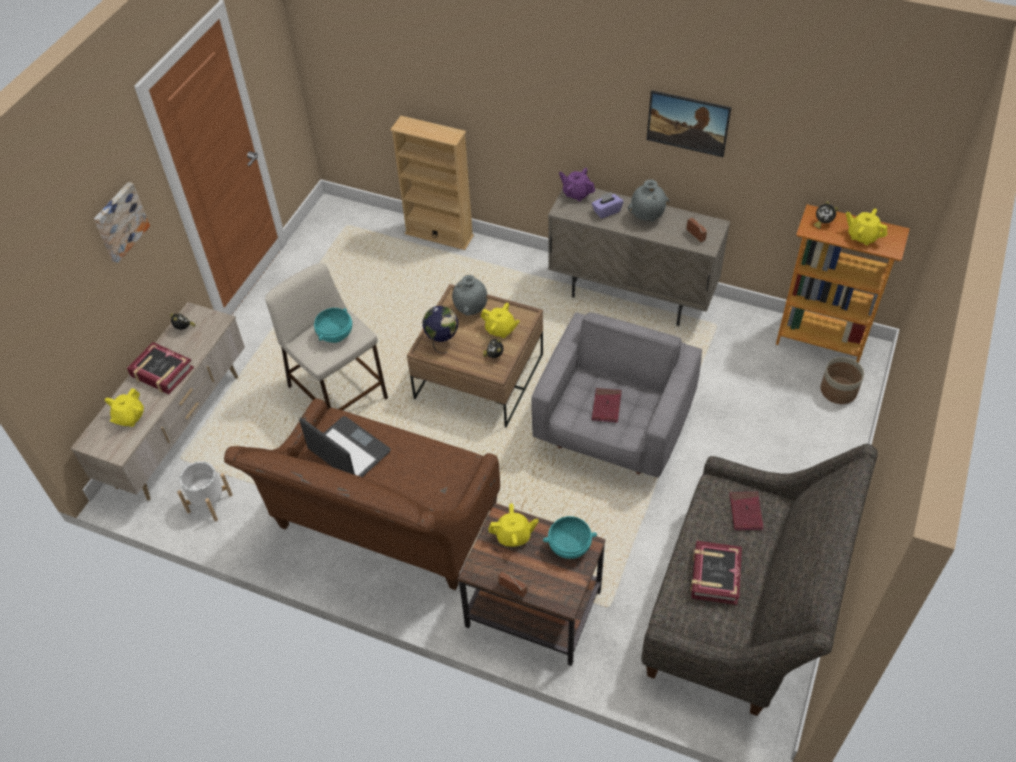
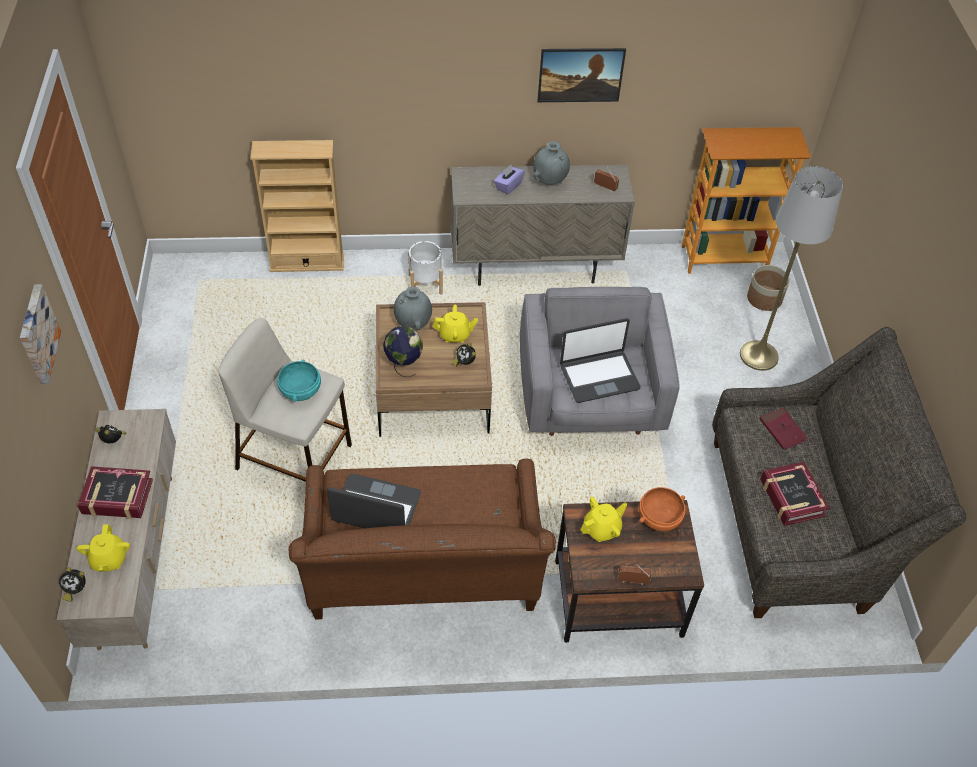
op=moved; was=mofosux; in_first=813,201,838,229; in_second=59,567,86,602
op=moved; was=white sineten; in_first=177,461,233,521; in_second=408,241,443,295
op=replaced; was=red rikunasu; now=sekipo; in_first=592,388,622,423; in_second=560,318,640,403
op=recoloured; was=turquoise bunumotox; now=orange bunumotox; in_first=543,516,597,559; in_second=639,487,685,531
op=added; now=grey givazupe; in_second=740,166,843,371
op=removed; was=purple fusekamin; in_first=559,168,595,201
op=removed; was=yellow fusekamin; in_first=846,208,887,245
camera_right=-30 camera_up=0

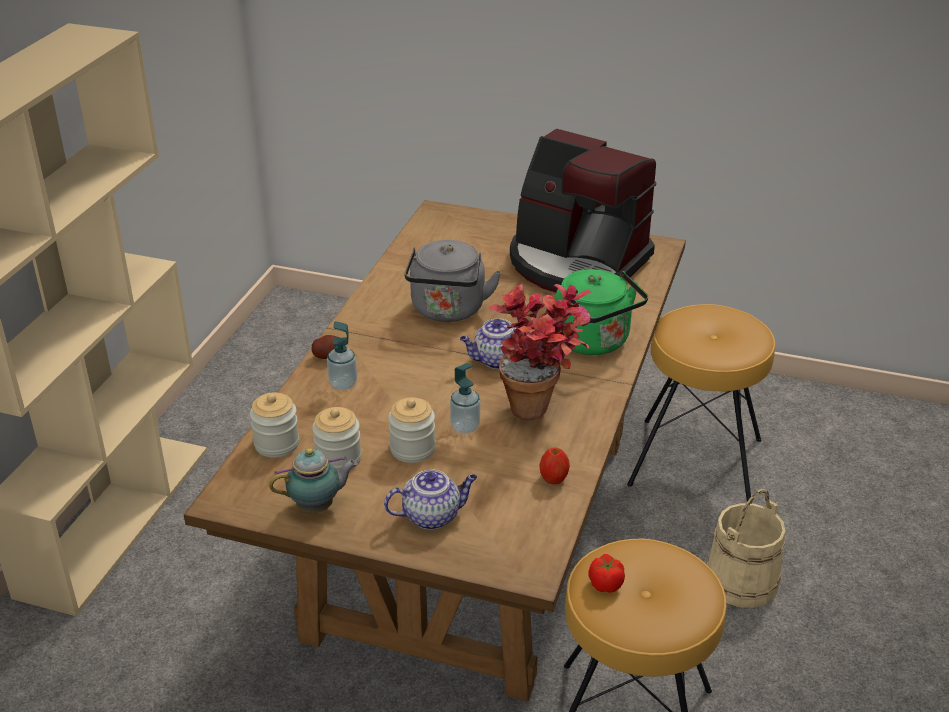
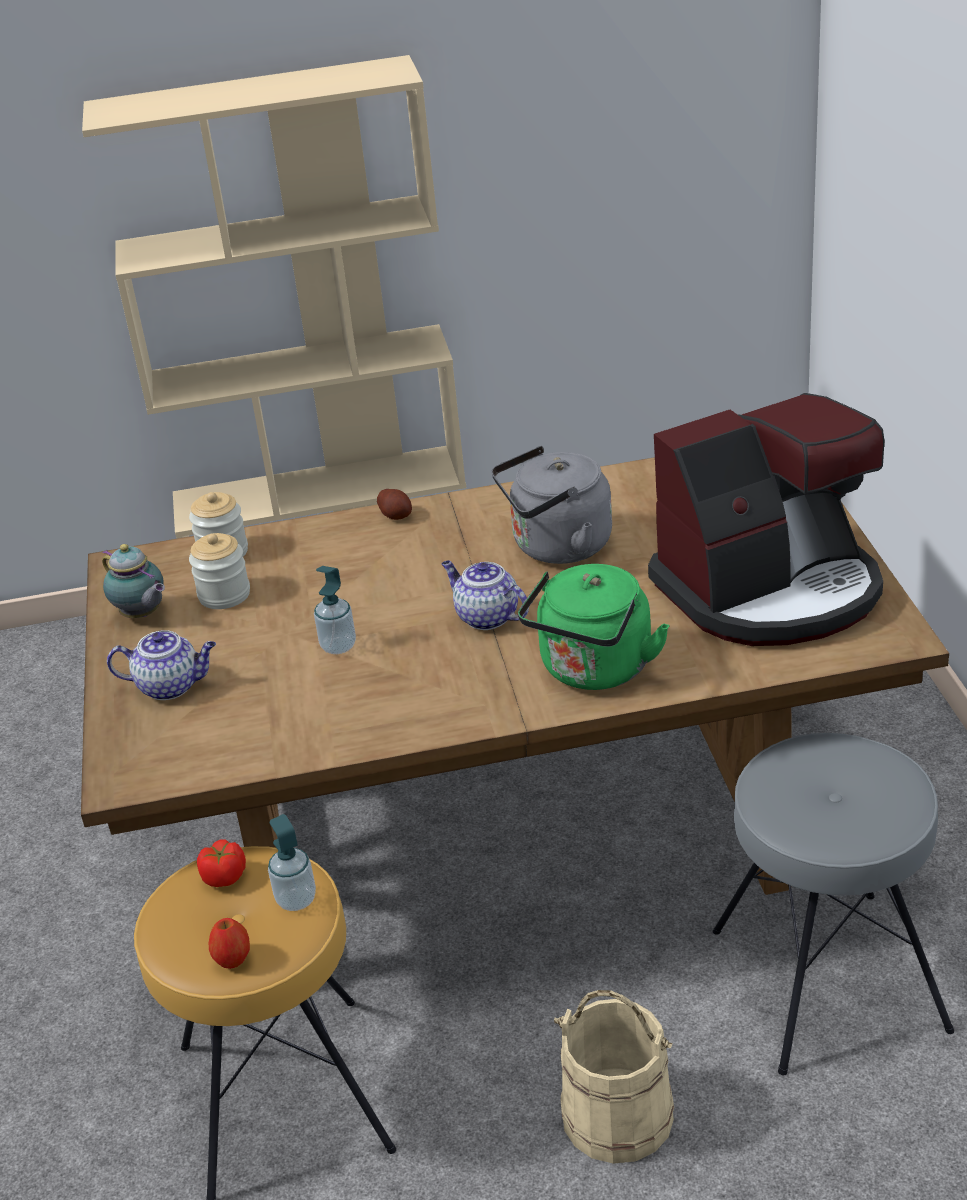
op=turned; was=fusekamin; in_first=384,469,477,530; in_second=107,630,216,700; clockwise=-45
op=moved; was=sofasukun; in_first=540,448,570,484; in_second=209,918,250,969
op=moved; was=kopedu; in_first=327,321,357,390; in_second=268,814,316,911
op=turned; was=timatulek; in_first=510,128,656,293; in_second=648,393,885,646; clockwise=-120
op=recoloured; was=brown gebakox; now=grey gebakox; in_first=627,304,775,503; in_second=712,733,954,1075
op=removed; was=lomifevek; in_first=388,397,436,463
op=removed; was=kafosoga; in_first=488,284,591,420
camera_right=65 camera_up=0

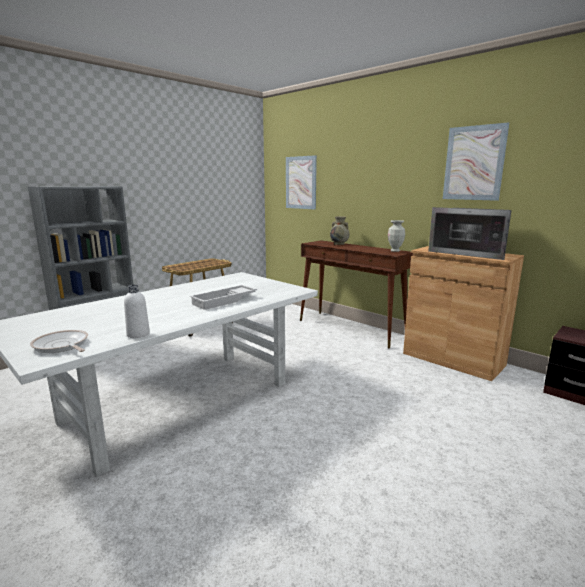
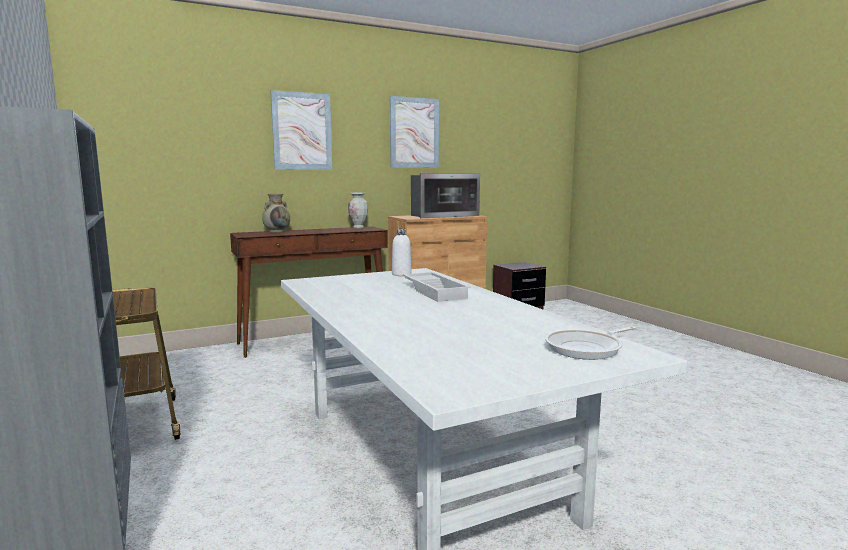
op=moved; was=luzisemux; in_first=286,155,317,210; in_second=270,90,332,170
op=moved; was=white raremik; in_first=124,284,150,338; in_second=392,229,412,276
camera_right=-70 camera_up=-5

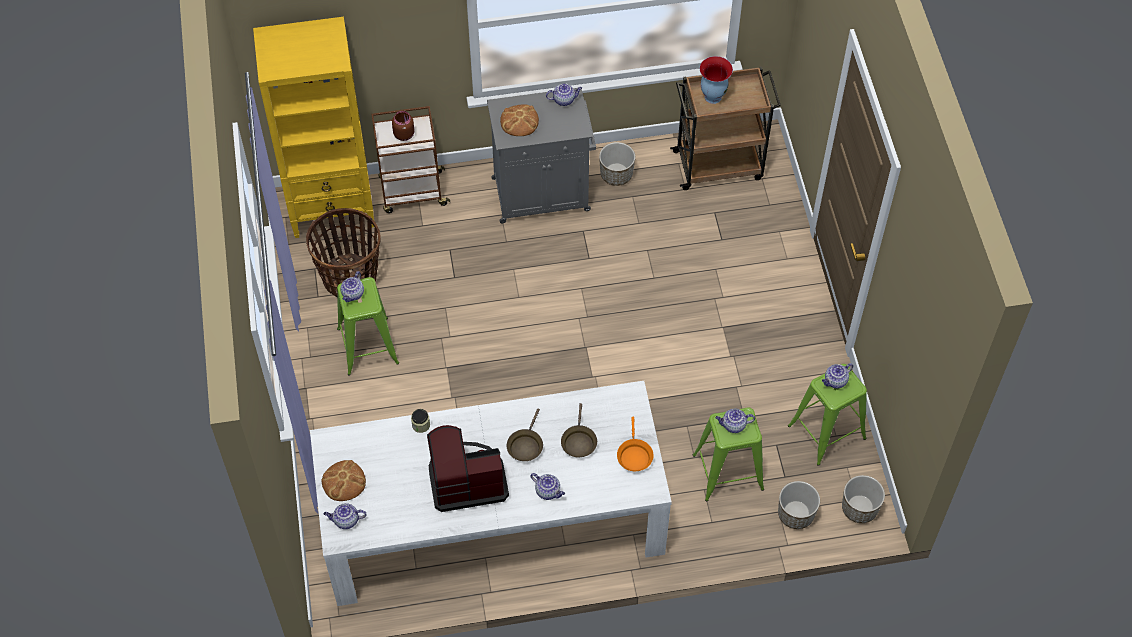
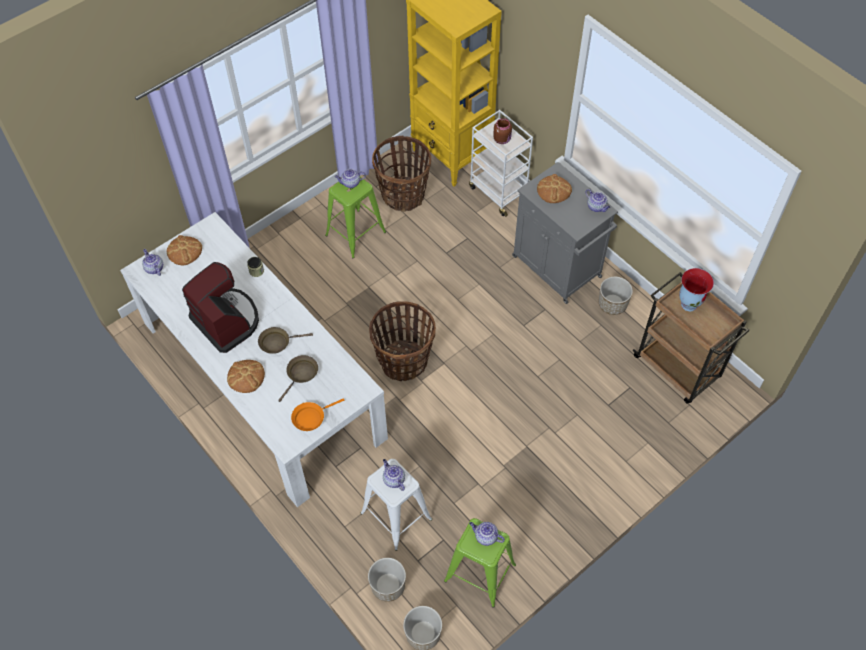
op=replaced; was=fusekamin; now=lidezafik; in_first=531,473,565,500; in_second=227,360,265,393
op=turned; was=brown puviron; in_first=561,403,597,457; in_second=278,355,318,402; clockwise=150
op=recoloured; was=green gebakox; now=white gebakox; in_first=693,407,764,501; in_second=361,459,432,551
op=added; now=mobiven; in_second=369,301,436,382
op=recoloured; was=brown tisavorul; now=white tisavorul; in_first=371,106,450,213; in_second=469,110,533,217
camera_right=60 camera_up=0

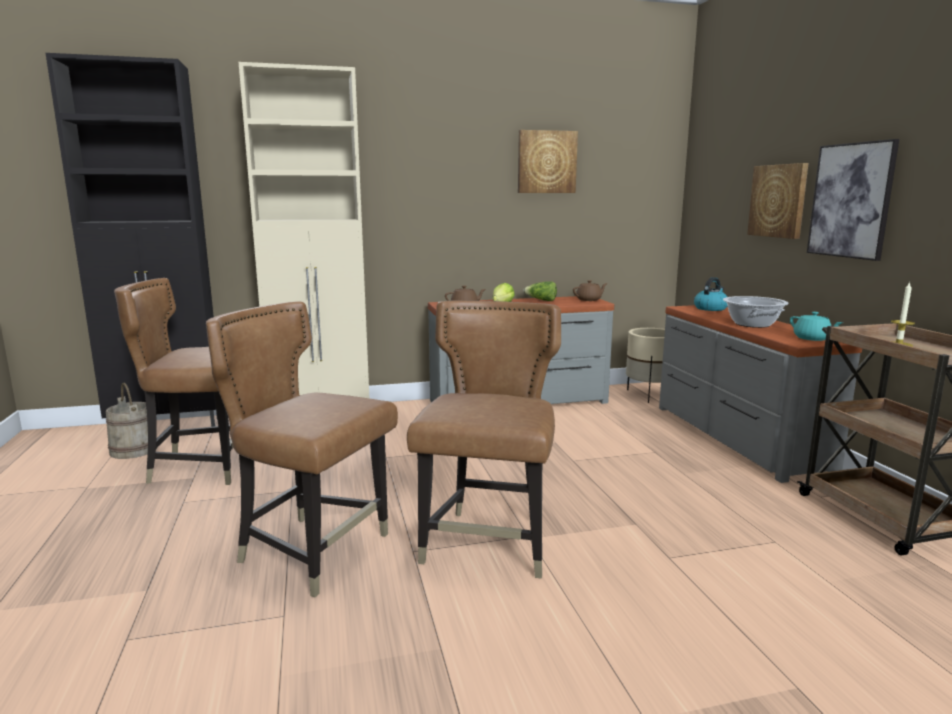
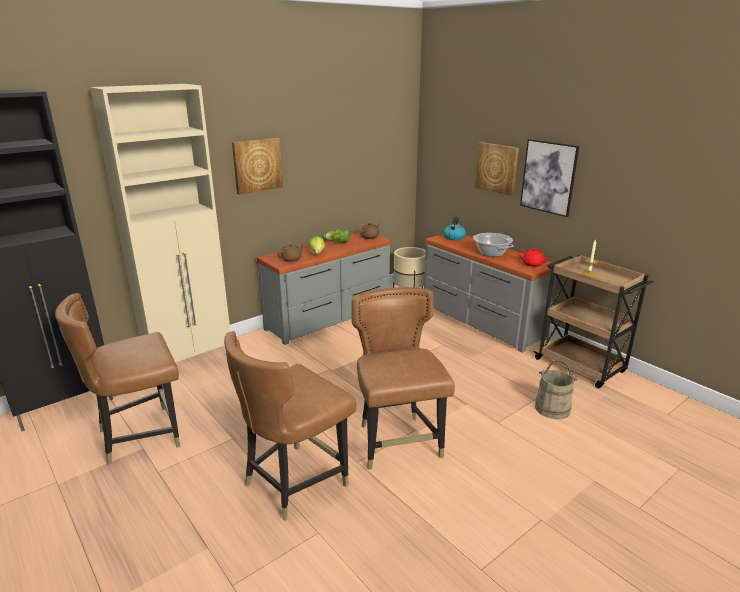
op=turned; was=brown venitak; in_first=206,301,398,597; in_second=224,331,356,521; clockwise=-45
op=moved; was=luzisemux; in_first=518,130,578,193; in_second=232,138,283,194
op=recoloured; was=turquoise fusekamin; now=red fusekamin; in_first=790,312,843,341; in_second=518,248,552,267
op=moved; was=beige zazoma; in_first=106,383,157,459; in_second=535,360,578,419
camera_right=-25 camera_up=10

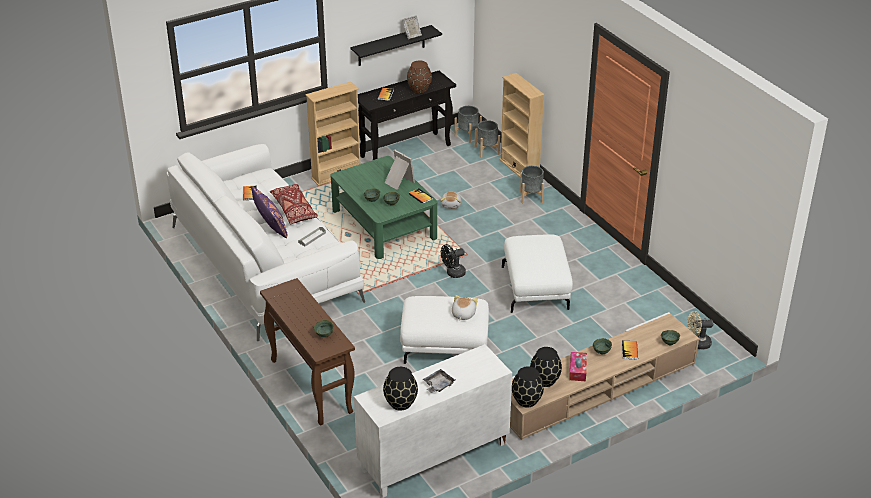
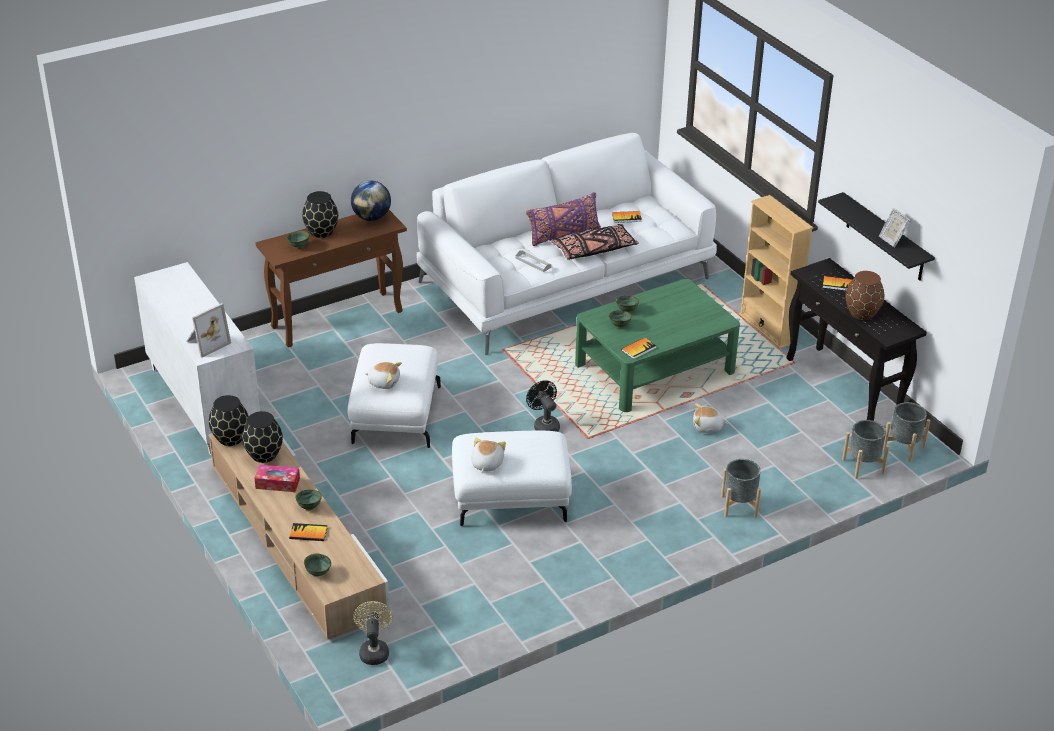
op=moved; was=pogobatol; in_first=384,150,415,190; in_second=186,303,231,358
op=moved; was=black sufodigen; in_first=383,367,418,411; in_second=302,191,338,238
op=added; now=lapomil; in_second=351,181,391,221
op=added; now=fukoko; in_second=471,437,506,472
op=recoloured; was=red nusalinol; now=black nusalinol; in_first=270,184,318,224; in_second=551,224,639,260
op=removed; was=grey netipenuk; in_first=423,369,456,393
op=removed; was=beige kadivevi; in_first=499,73,545,178
camera_right=90 camera_up=0

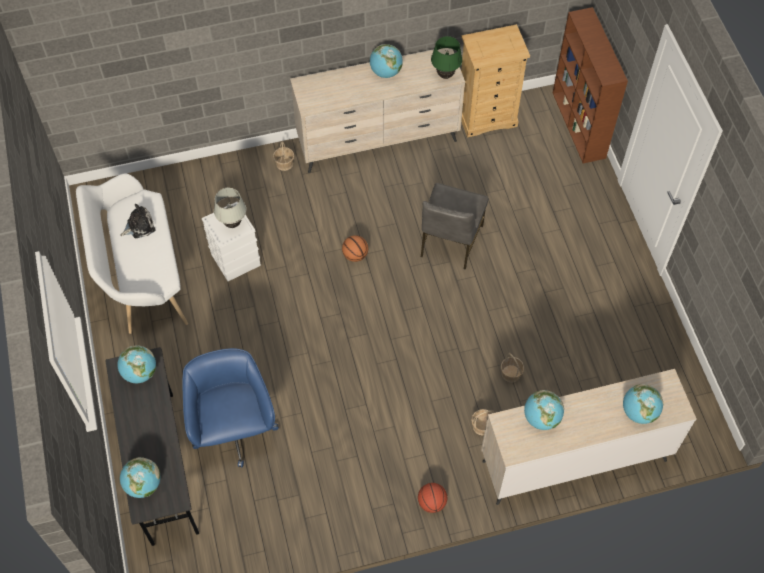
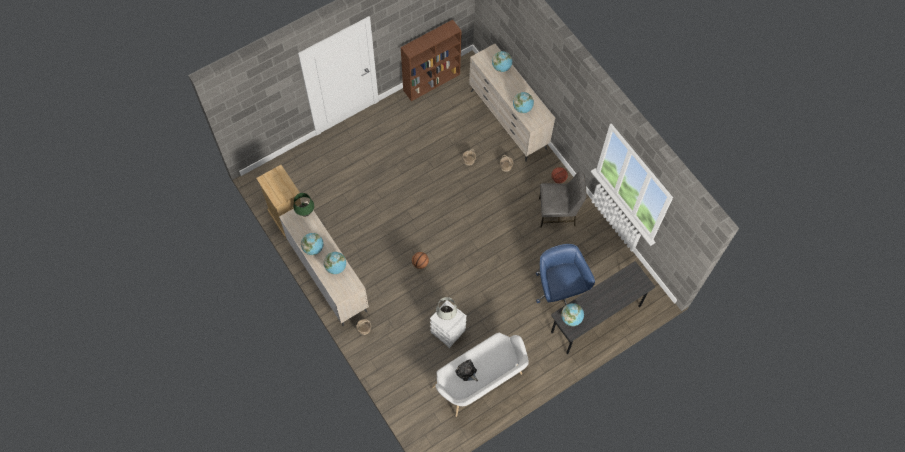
op=moved; was=lapomil; in_first=120,457,160,498; in_second=324,252,346,274
op=moved; was=brown kadivevi; in_first=553,7,628,164; in_second=401,20,462,101
op=turned; was=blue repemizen; in_first=182,348,279,467; in_second=536,244,595,305; clockwise=105
op=moved; was=grey venitak; in_first=421,183,488,270; in_second=539,171,587,228
camera_right=-110 camera_up=5

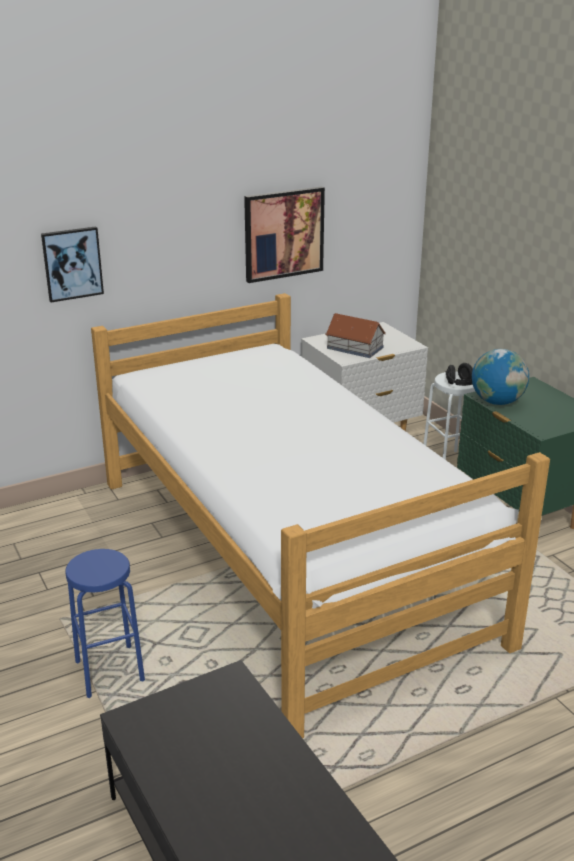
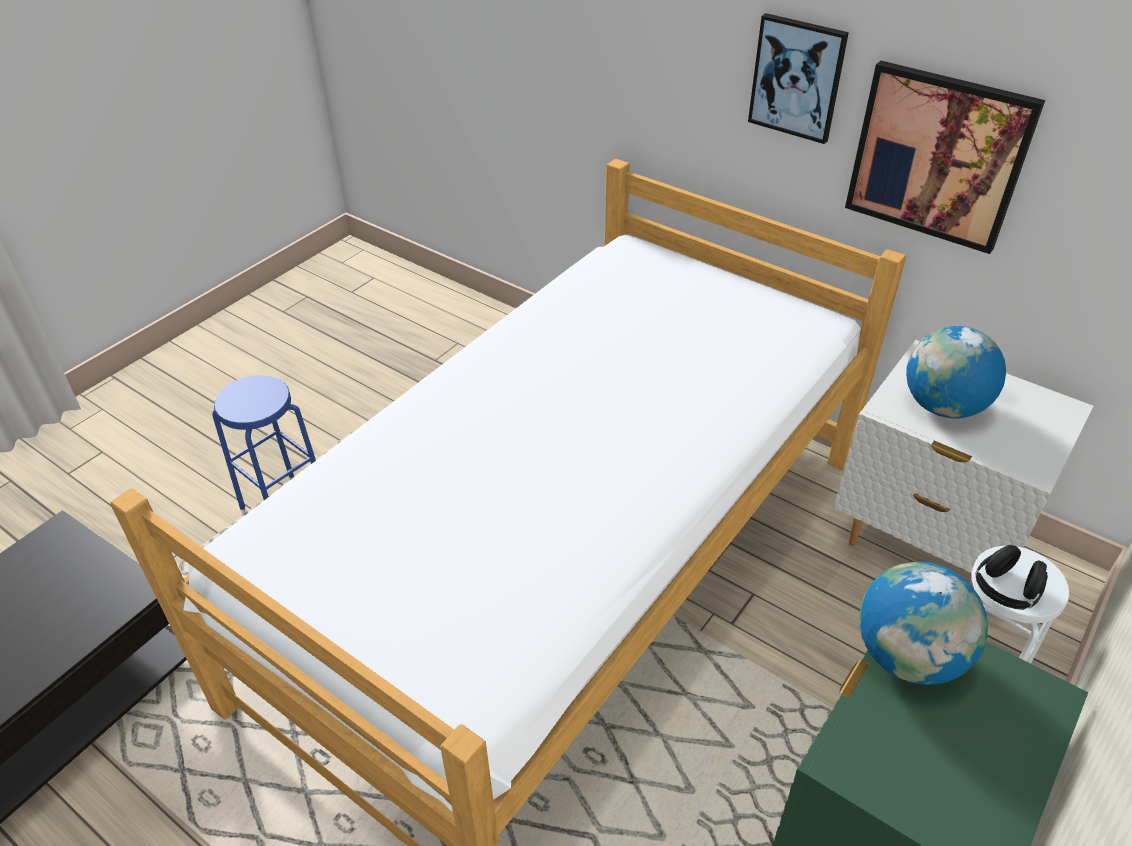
op=moved; was=luzisemux; in_first=41,226,104,302; in_second=748,13,849,144
op=replaced; was=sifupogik; now=lapomil; in_first=325,313,386,358; in_second=906,326,1006,419
camera_right=65 camera_up=15

